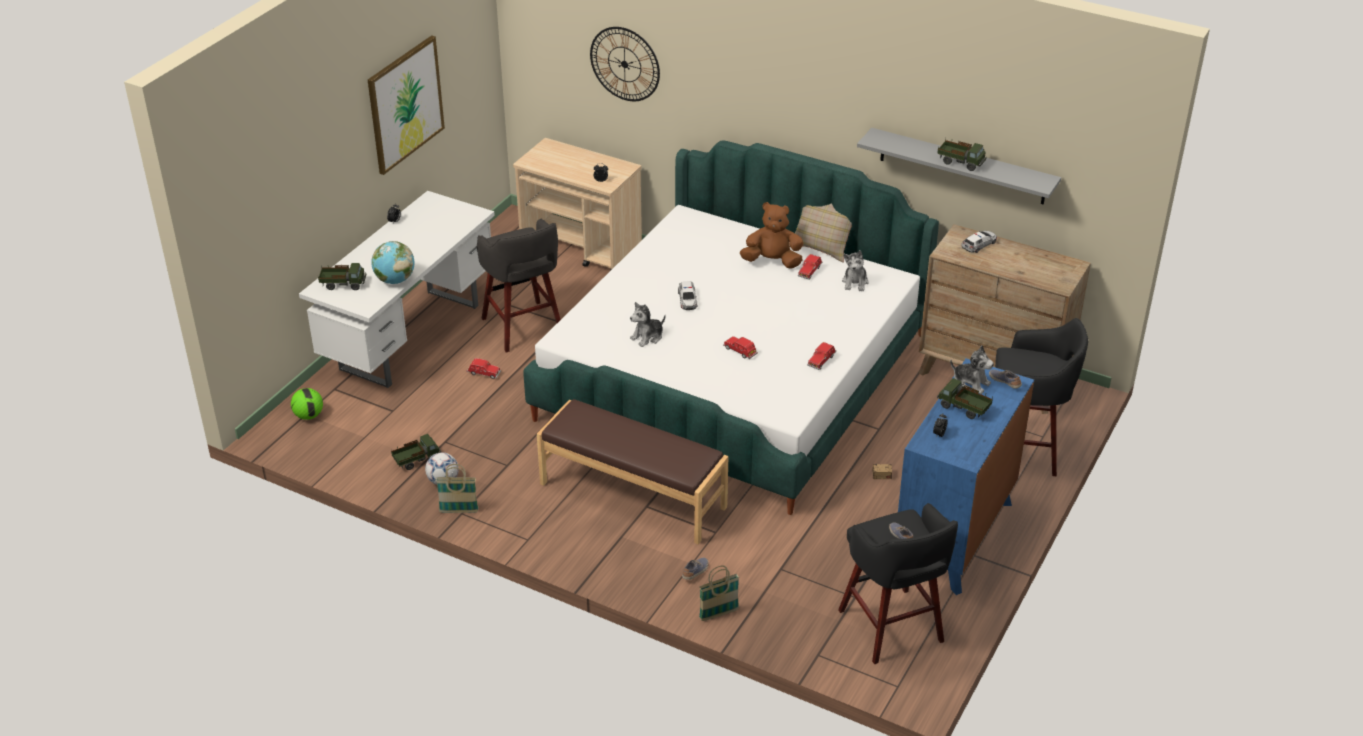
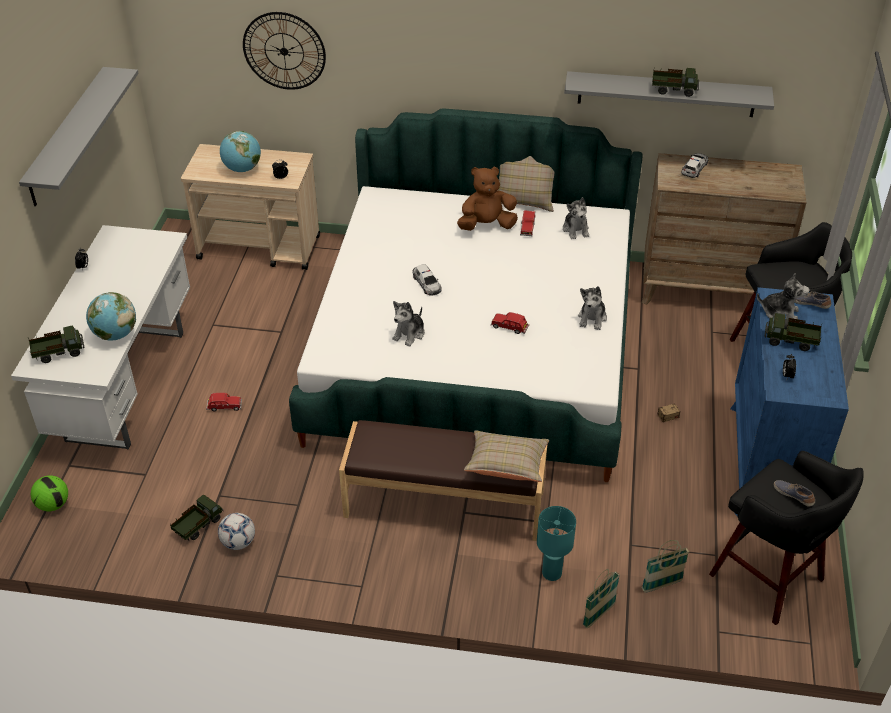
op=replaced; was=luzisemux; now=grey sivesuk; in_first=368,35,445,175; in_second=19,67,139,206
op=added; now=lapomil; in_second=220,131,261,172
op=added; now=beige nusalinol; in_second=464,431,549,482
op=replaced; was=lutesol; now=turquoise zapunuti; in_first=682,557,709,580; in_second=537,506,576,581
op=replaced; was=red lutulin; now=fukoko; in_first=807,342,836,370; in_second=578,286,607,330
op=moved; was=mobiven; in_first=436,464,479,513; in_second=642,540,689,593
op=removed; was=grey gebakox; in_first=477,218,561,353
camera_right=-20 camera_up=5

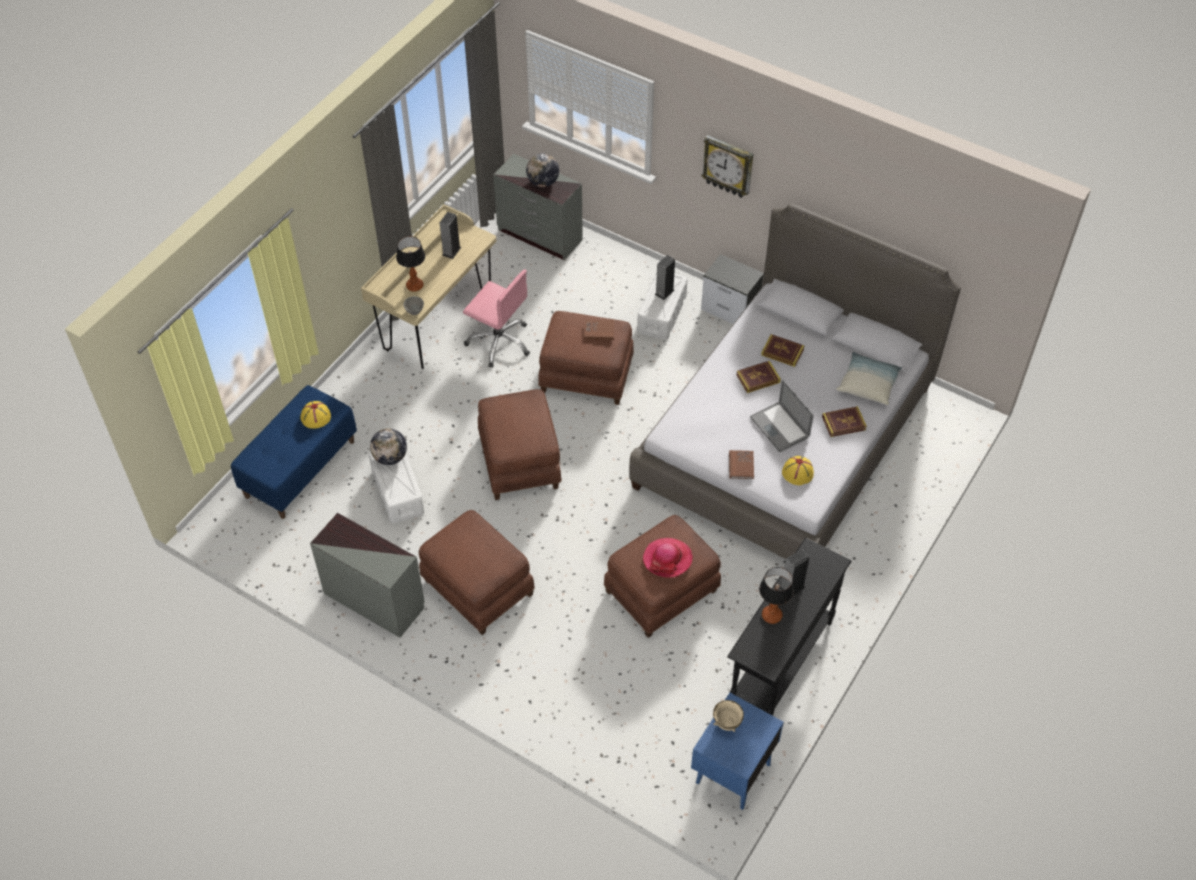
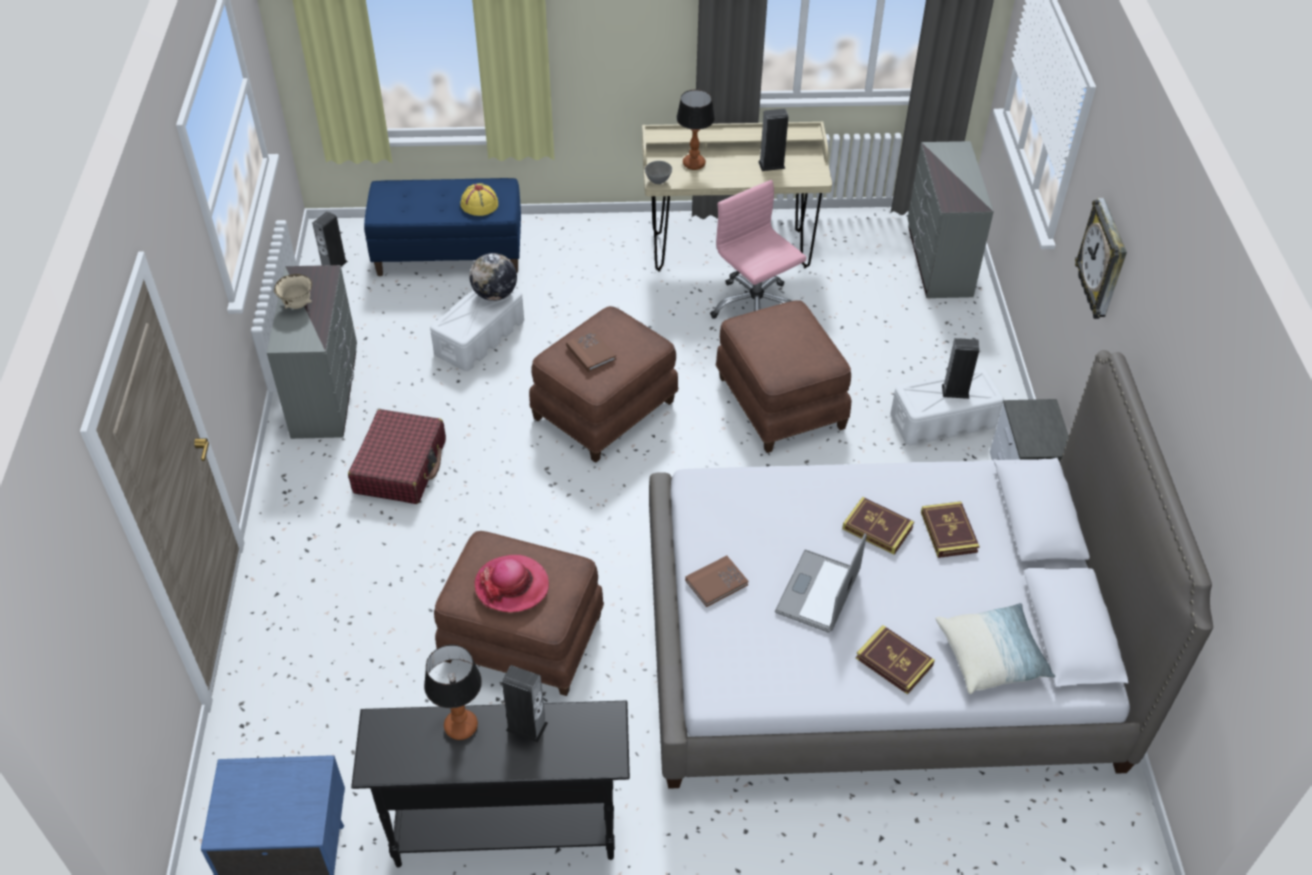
op=moved; was=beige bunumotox; in_first=713,700,744,732; in_second=274,274,312,309
op=added; now=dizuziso; in_second=312,211,348,267
op=replaced; was=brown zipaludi; now=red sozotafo; in_first=419,510,535,635; in_second=348,409,446,504
op=moved; was=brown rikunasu; in_first=584,320,614,340; in_second=566,331,616,372
op=turned; was=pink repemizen; in_first=463,269,530,368; in_second=710,180,807,319; clockwise=150
op=removed; was=lapomil; in_first=526,153,559,187
op=removed; was=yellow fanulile; in_first=782,456,814,485
camera_right=55 camera_up=-5

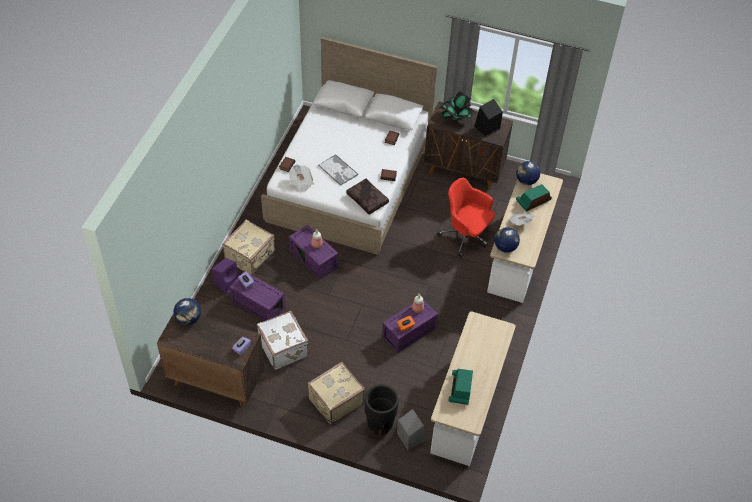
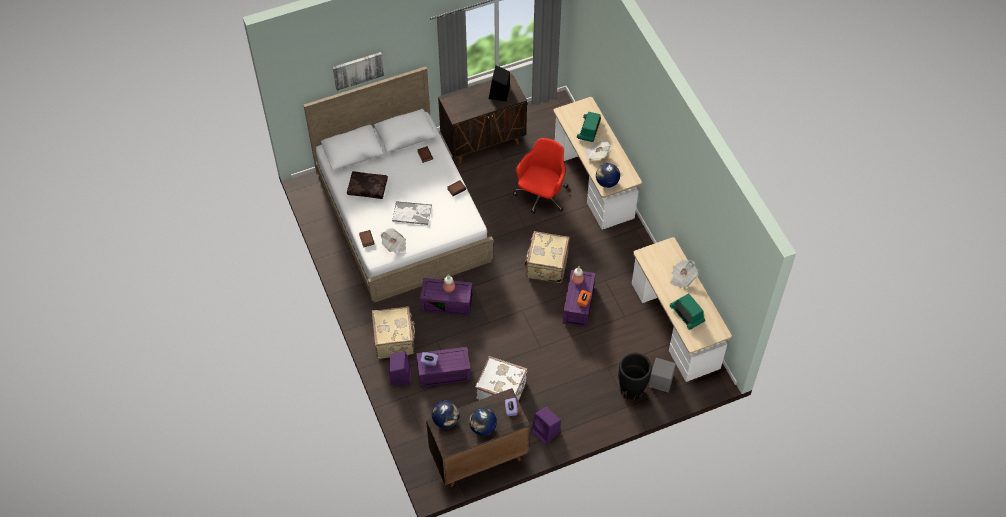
op=added; now=luzisemux; in_second=333,52,384,91
op=moved; was=brown nusalinol; in_first=346,179,389,215; in_second=347,171,388,199
op=moved; was=lapomil; in_first=516,161,540,185; in_second=469,408,497,436
op=turned; was=red repemizen; in_first=437,178,495,258; in_second=513,138,568,214; clockwise=120
op=moved; was=beige sozotafo; in_first=307,362,365,425; in_second=524,231,569,283
op=added; now=purple dizuziso; in_second=531,407,561,445
op=added; now=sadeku; in_second=670,260,698,289
op=removed; was=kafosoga; in_first=439,91,474,120
camera_right=-40 camera_up=5

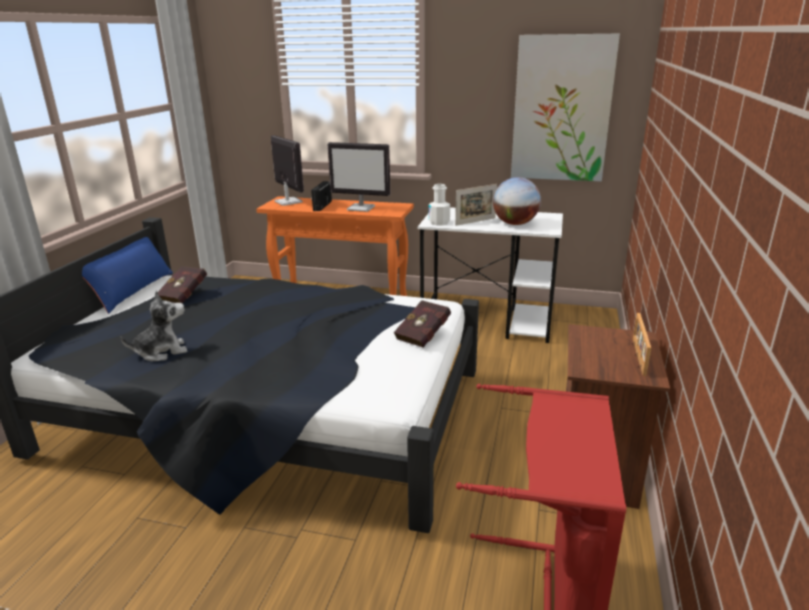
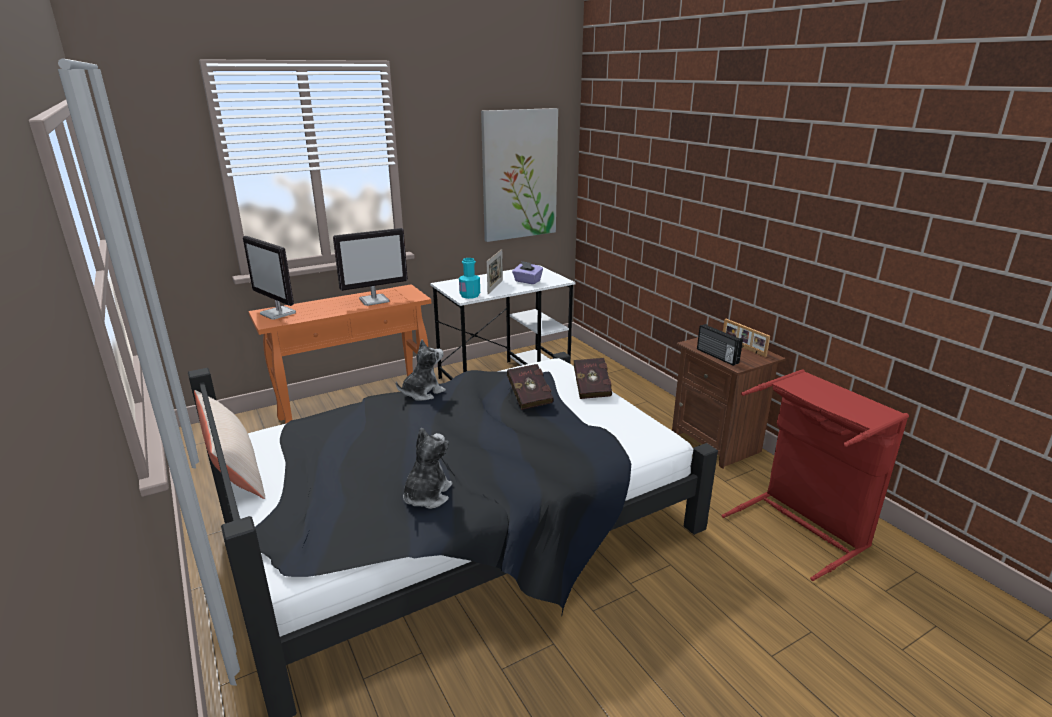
op=recoloured; was=blue nusalinol; now=beige nusalinol; in_first=82,237,173,314; in_second=194,390,265,499
op=turned; was=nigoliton; in_first=271,135,304,206; in_second=243,236,296,319; clockwise=-150
op=added; now=fukoko; in_second=396,340,446,401
op=recoloured; was=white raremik; now=turquoise raremik; in_first=429,184,450,225; in_second=459,258,480,299
op=moved; was=red rikunasu; in_first=158,266,207,303; in_second=507,364,553,410
op=replaced; was=lapomil; now=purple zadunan; in_first=493,177,541,225; in_second=512,261,543,284
op=moved; was=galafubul; in_first=311,181,332,211; in_second=697,324,743,366
camera_right=-45 camera_up=0

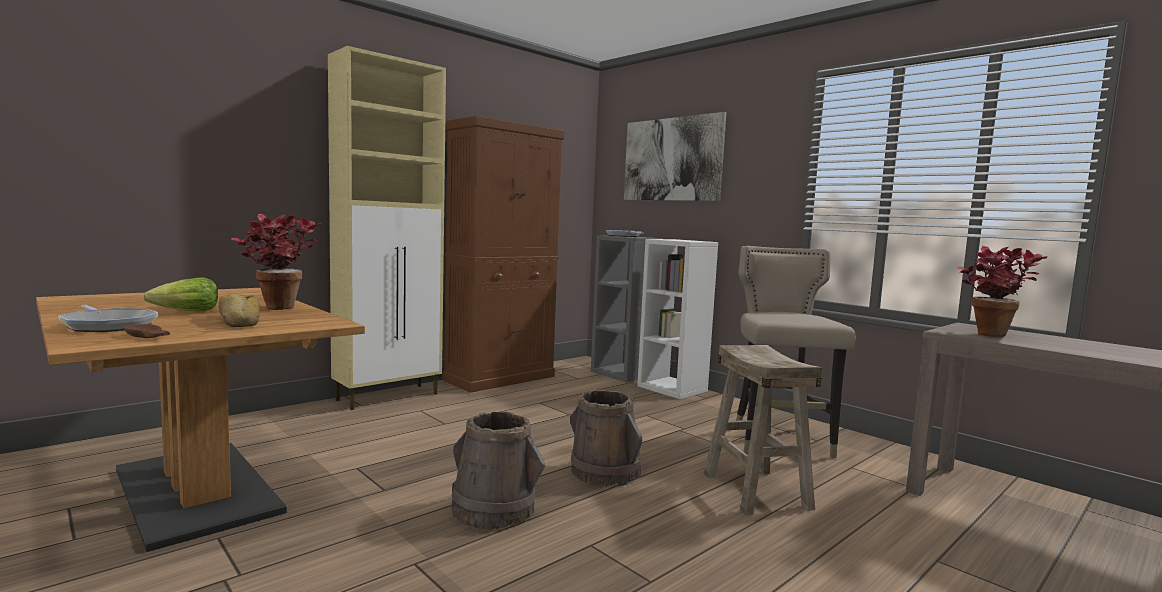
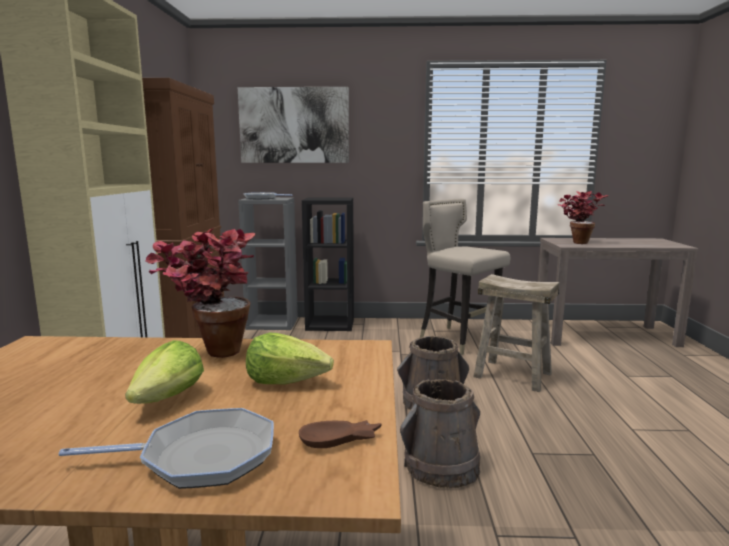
op=replaced; was=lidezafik; now=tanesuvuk; in_first=218,294,260,327; in_second=246,332,334,385
op=recoloured; was=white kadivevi; now=black kadivevi; in_first=637,239,718,399; in_second=302,198,354,331
camera_right=-45 camera_up=5

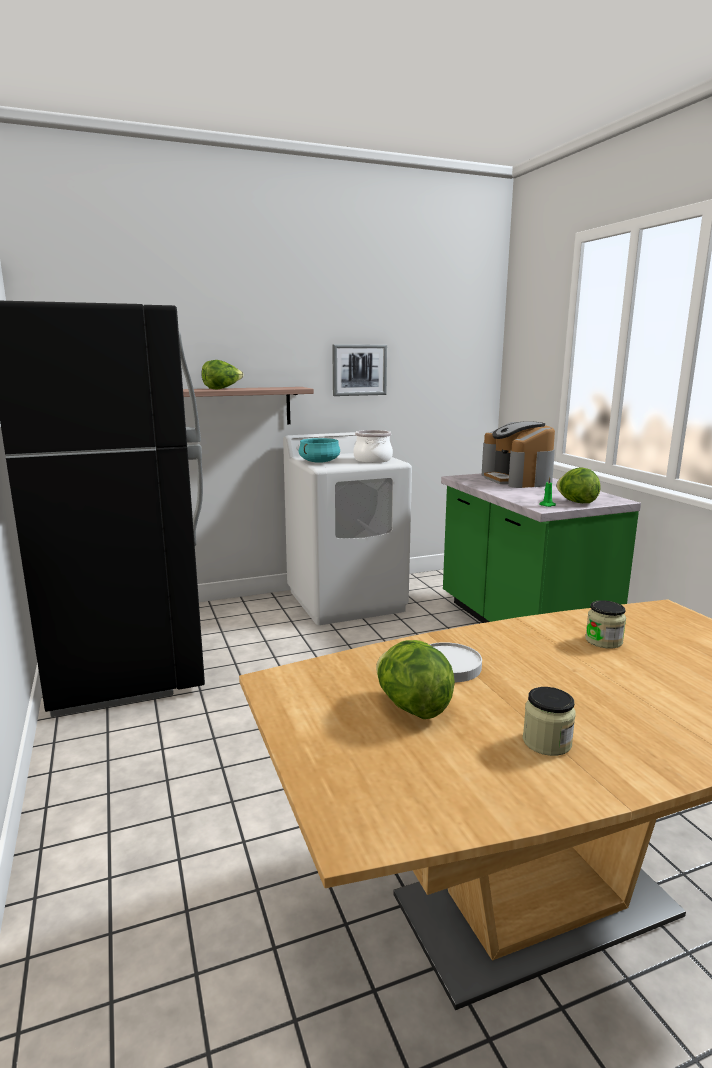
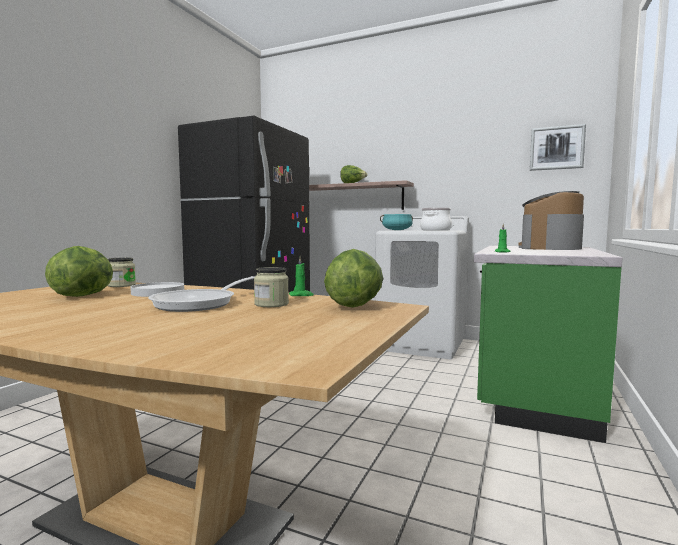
op=moved; was=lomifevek; in_first=523,687,576,756; in_second=107,257,136,287
op=added; now=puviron; in_second=148,276,254,312
op=added; now=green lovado; in_second=289,257,314,296
op=moved; was=tanesuvuk; in_first=556,467,601,503; in_second=324,249,383,308
op=moved; was=luzisemux; in_first=332,345,387,396; in_second=530,124,586,171
camera_right=45 camera_up=-10

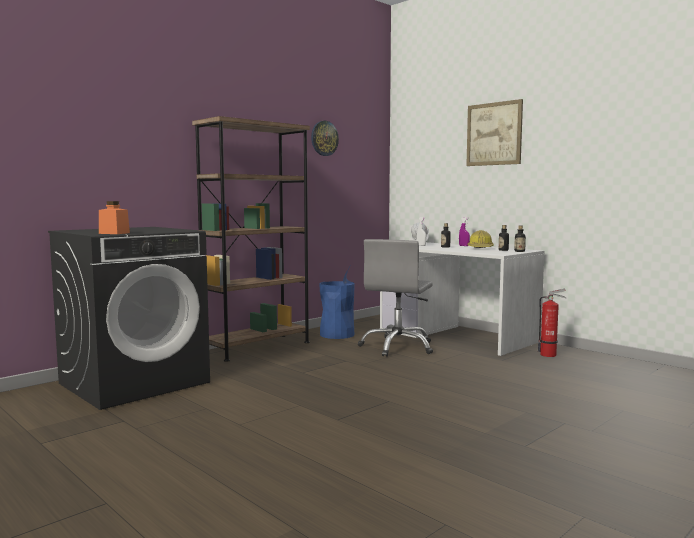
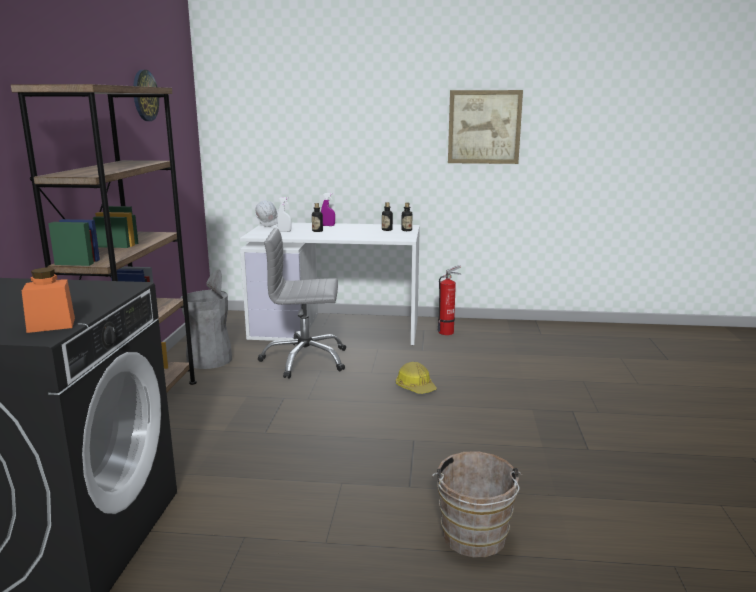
op=recoloured; was=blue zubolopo; now=grey zubolopo; in_first=320,266,355,339; in_second=181,269,232,369
op=turned; was=grey repemizen; in_first=358,239,433,357; in_second=258,228,346,379; clockwise=105
op=moved; was=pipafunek; in_first=467,230,494,248; in_second=396,362,437,394
op=added; now=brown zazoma; in_second=432,451,523,557
op=moved; was=luzisemux; in_first=466,99,523,166; in_second=448,90,523,164
camera_right=-40 camera_up=10

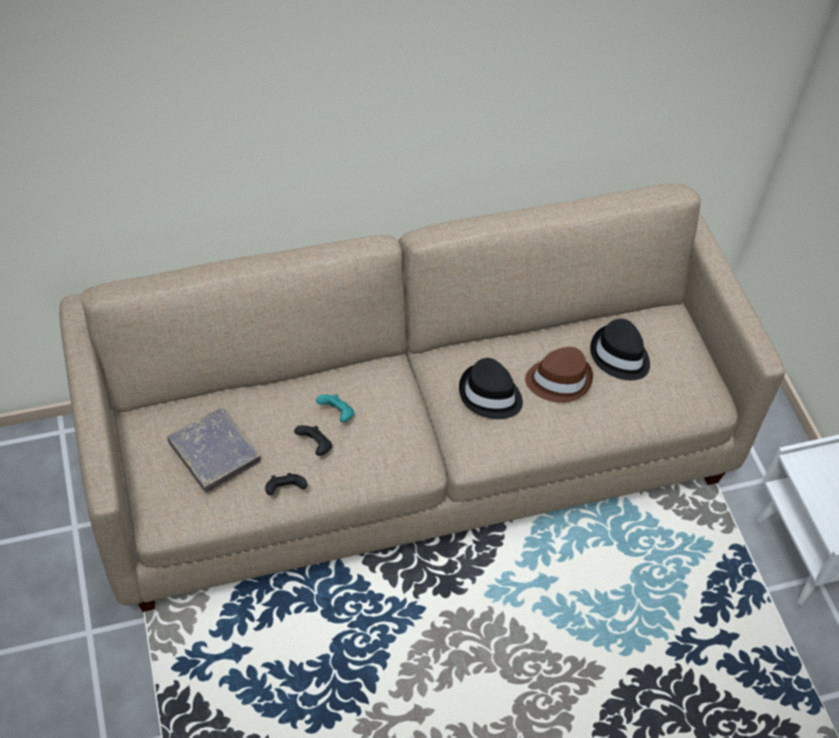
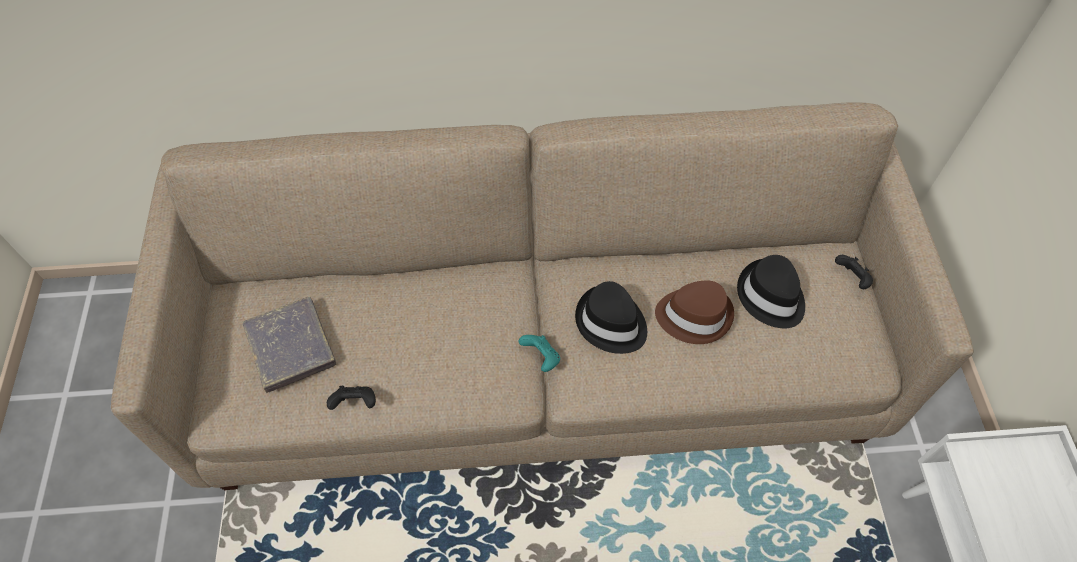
op=moved; was=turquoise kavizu; in_first=316,394,354,422; in_second=518,335,560,372
op=moved; was=black kavizu; in_first=294,425,332,456; in_second=835,255,873,289
camera_right=15 camera_up=5

